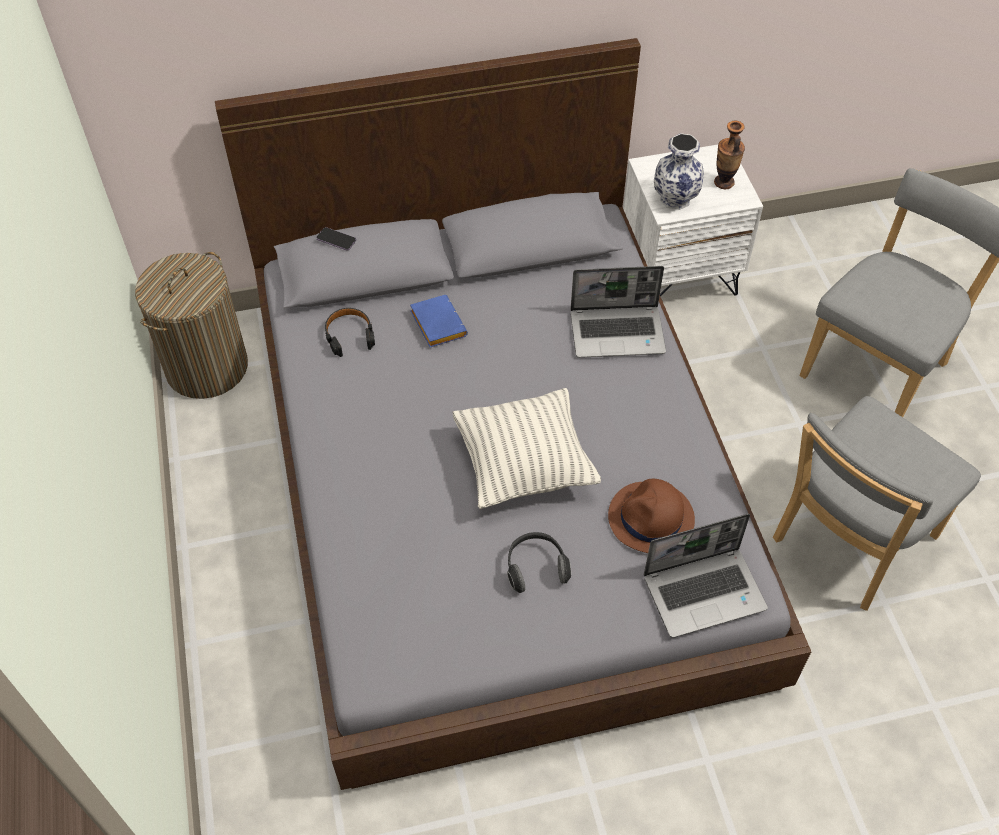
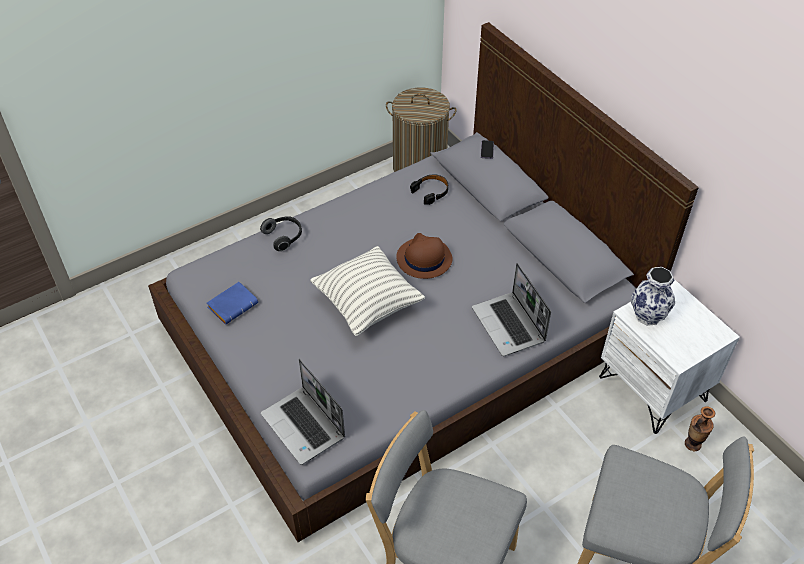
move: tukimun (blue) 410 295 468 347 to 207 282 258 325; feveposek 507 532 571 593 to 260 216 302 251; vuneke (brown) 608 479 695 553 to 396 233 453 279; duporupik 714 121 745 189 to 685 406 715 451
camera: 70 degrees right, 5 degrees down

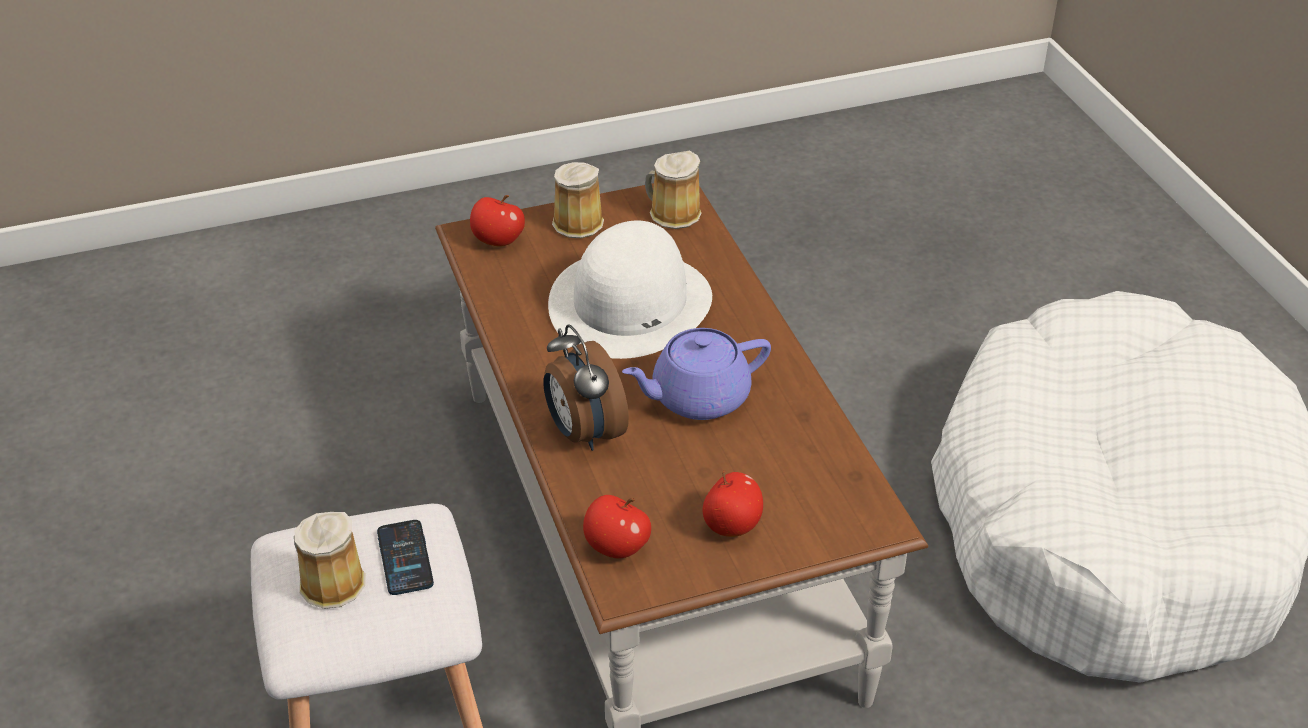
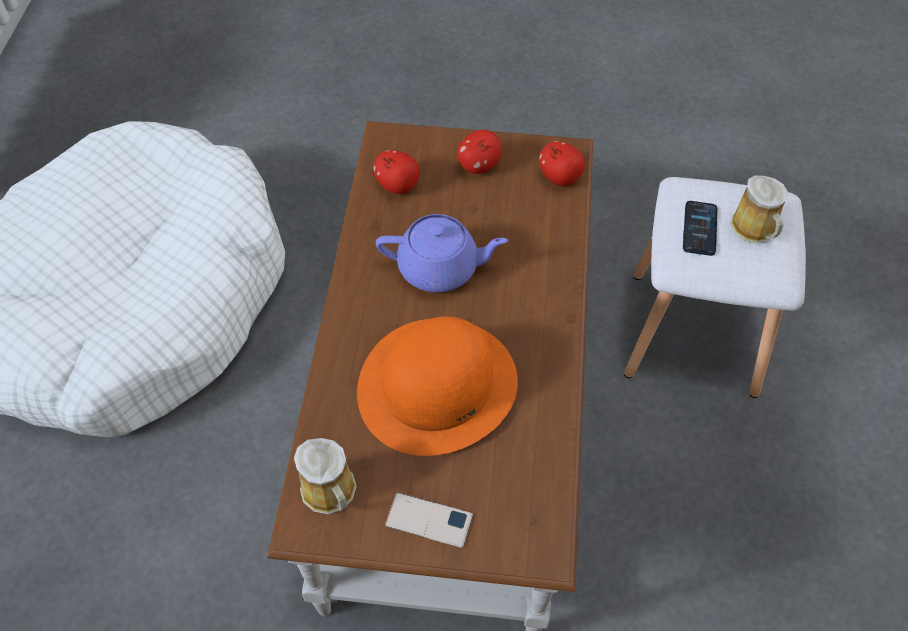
delete: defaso 543 324 629 451
move: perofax 470 195 525 247 to 373 150 420 194
replace: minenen 552 162 604 238 to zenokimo 385 493 473 548
recolor: vuneke (white) 548 221 712 359 to vuneke (orange) 357 316 518 456
camera: 155 degrees left, 15 degrees up

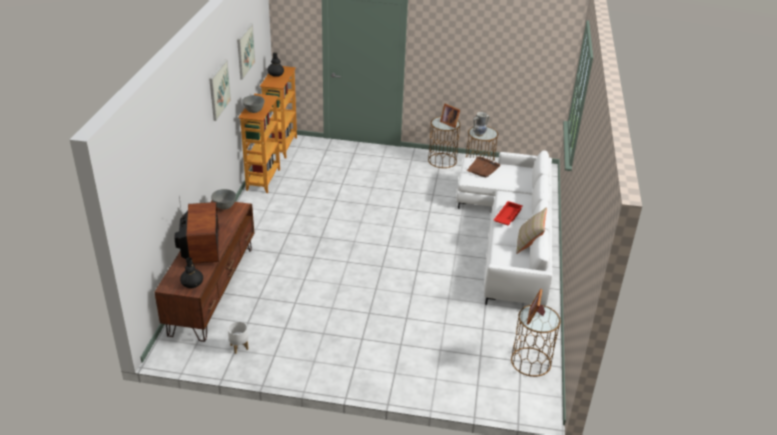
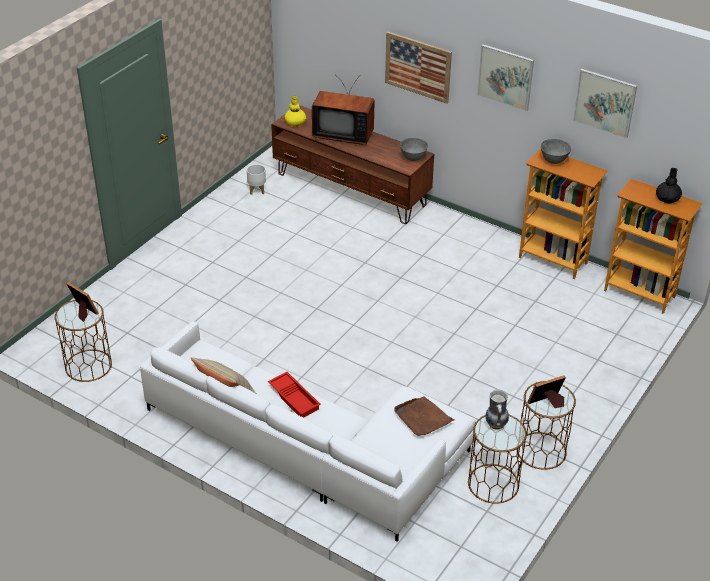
insert: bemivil 385 32 452 104
recolor: duporupik (black) 180 257 203 289 to duporupik (yellow) 284 96 306 127
camera: 115 degrees right, 5 degrees up

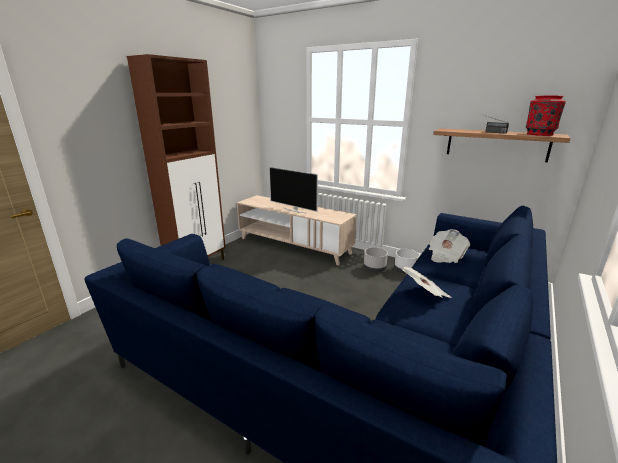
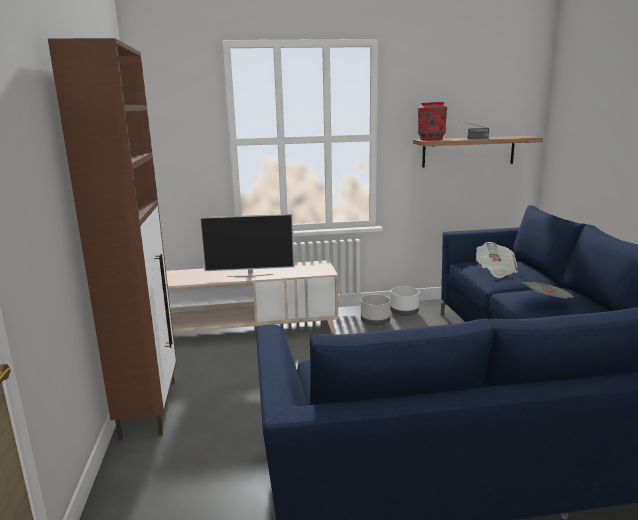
move: duporupik (red) 526 95 566 136 to 418 102 447 140
camera: 40 degrees left, 5 degrees down

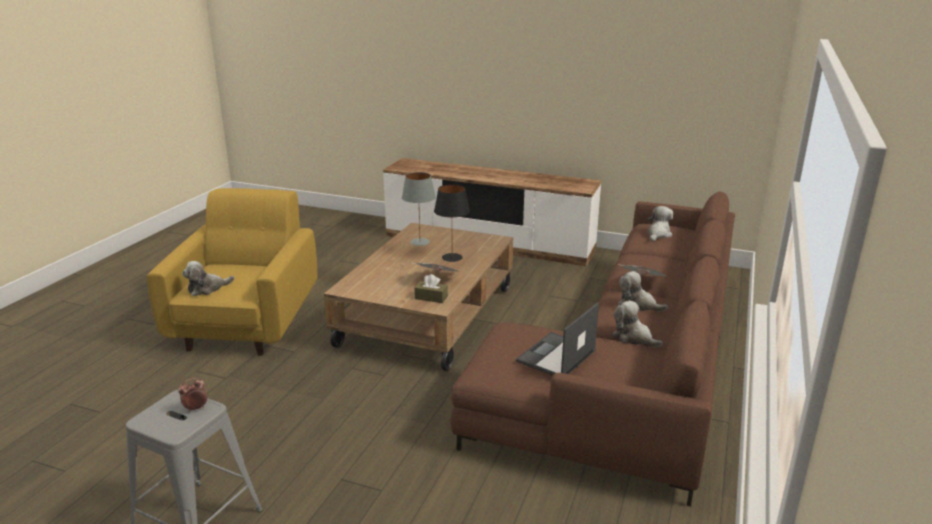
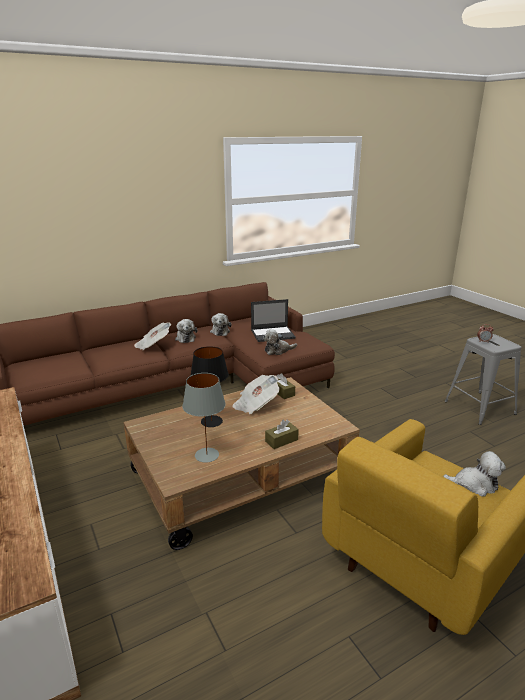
insert: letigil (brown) 265 420 299 449
move: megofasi 647 206 673 241 to 263 329 297 355
camera: 140 degrees left, 0 degrees up

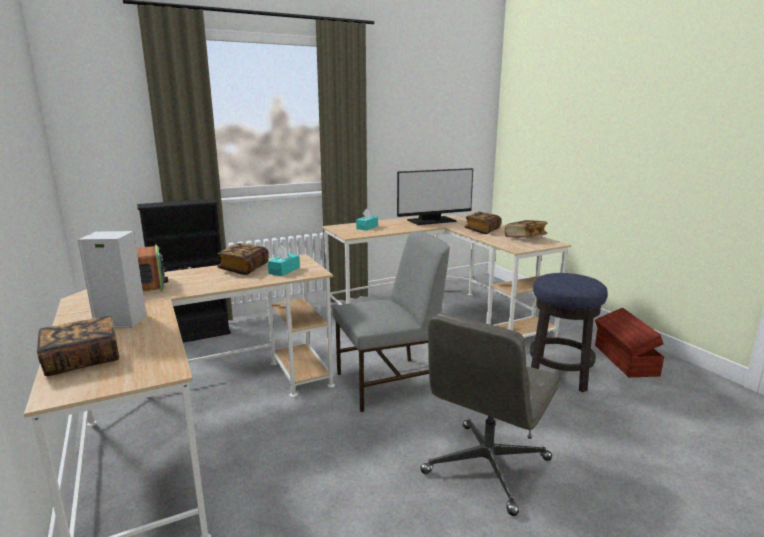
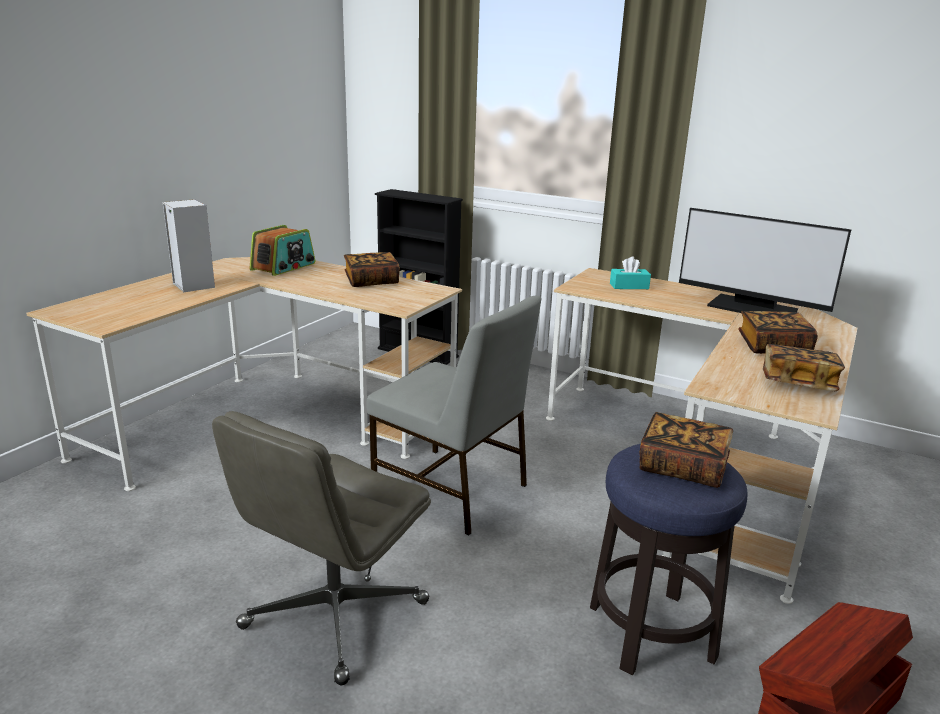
delete: letigil (turquoise) 268 245 300 276
move: tukimun 37 316 119 376 to 639 412 733 488
rotate: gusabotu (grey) 420 313 559 516 = 212 411 431 685 60 degrees counterclockwise
camera: 55 degrees right, 5 degrees up

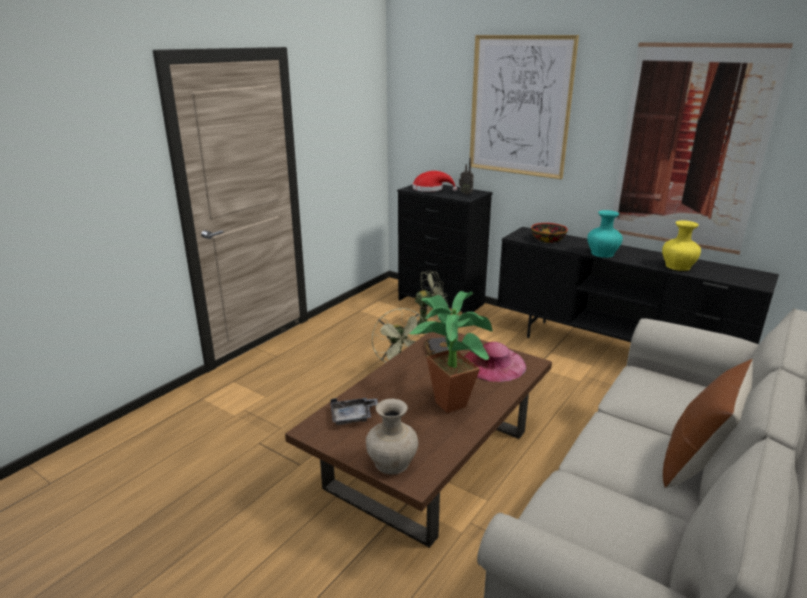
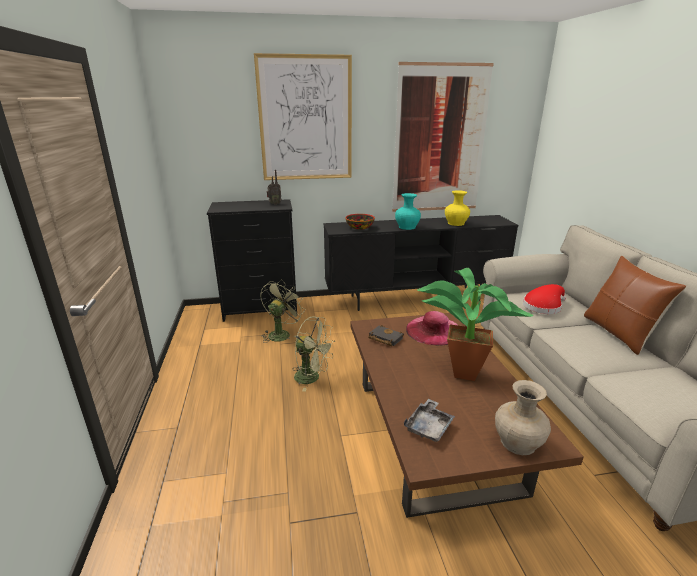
move: vuneke (red) 413 171 457 192 to 523 284 566 314
camera: 45 degrees left, 0 degrees up

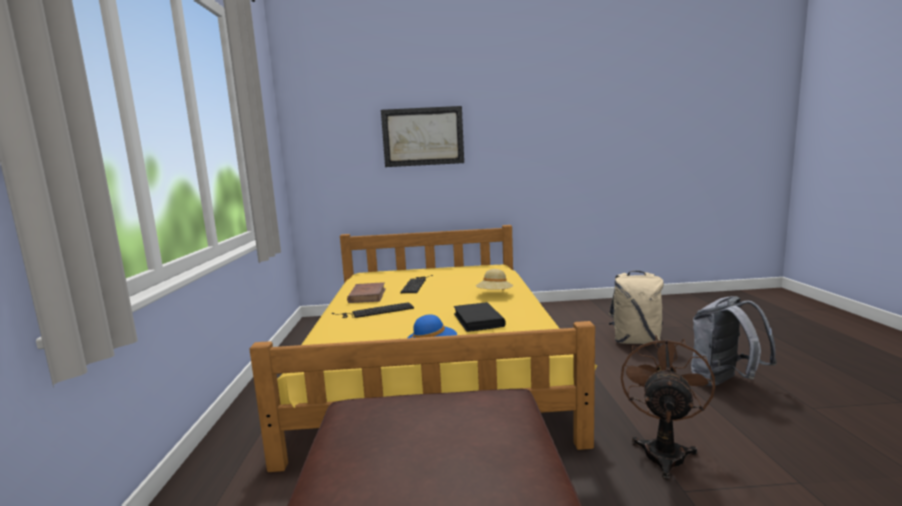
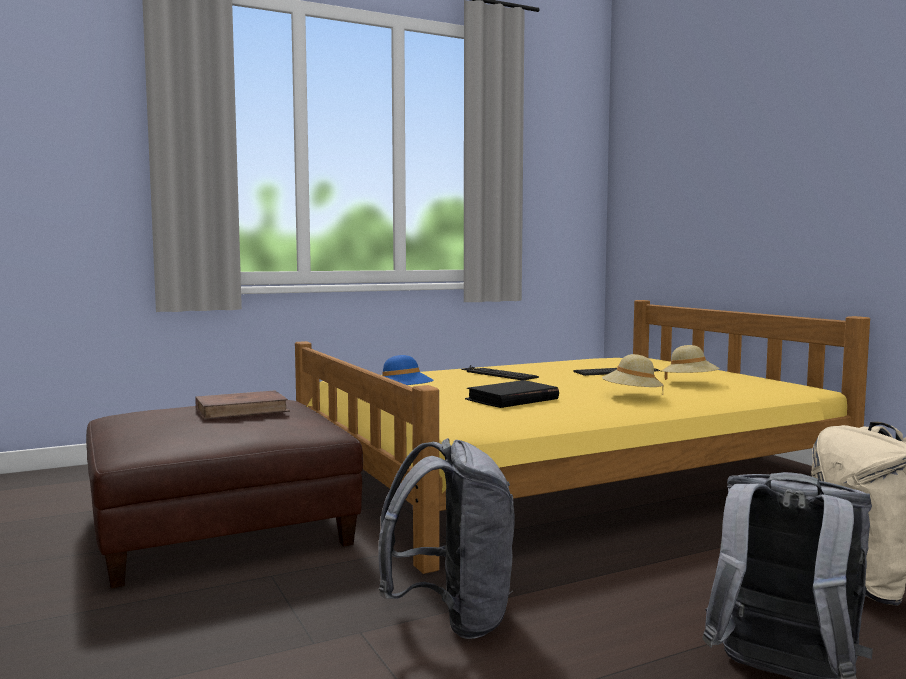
delete: bemivil 381 106 464 167
insert: vuneke (beige) 662 345 720 380
move: tukimun (brown) 347 283 386 303 to 195 390 290 420
replace: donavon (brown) 621 335 715 480 to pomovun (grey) 378 438 515 639
camera: 65 degrees right, 5 degrees down

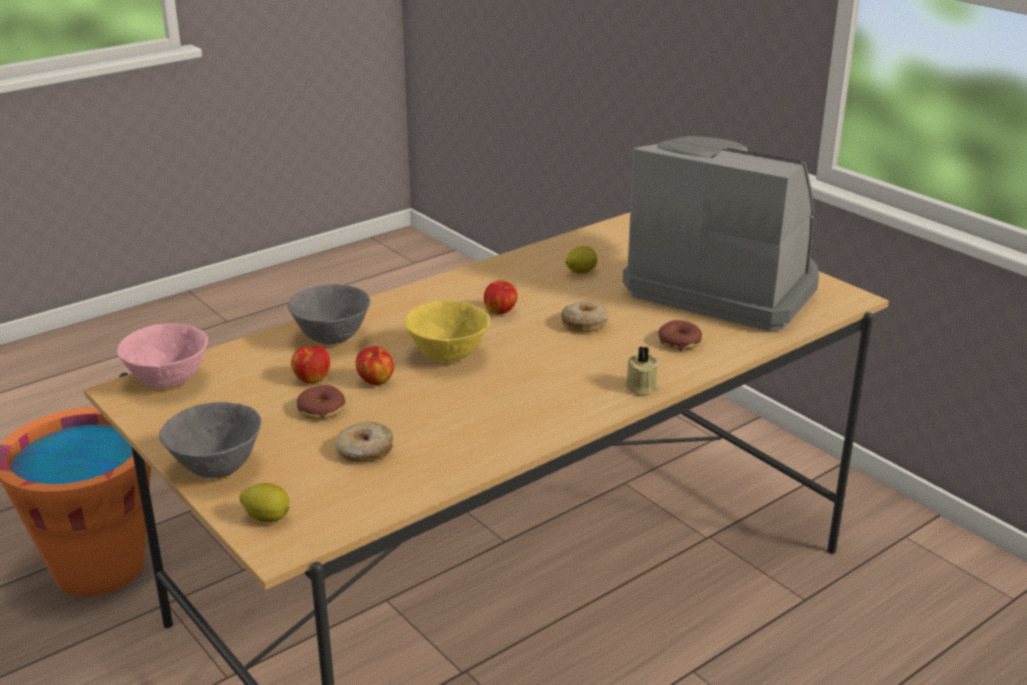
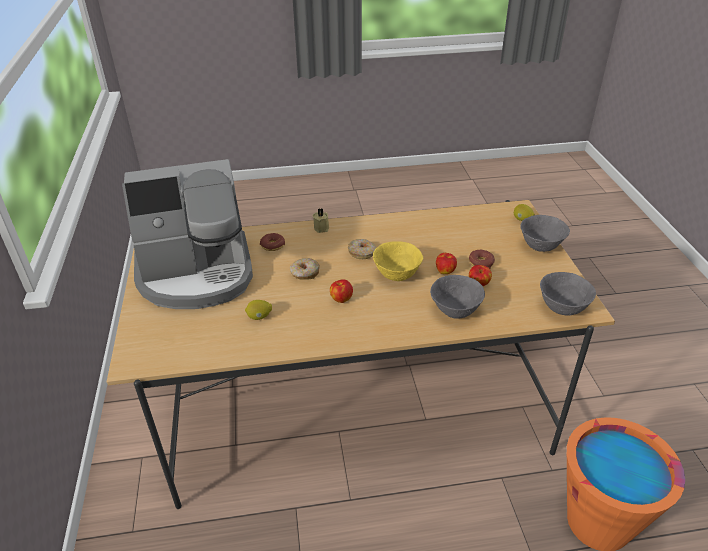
move: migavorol 335 421 393 462 to 348 239 376 259
recolor: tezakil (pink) 117 323 208 388 to tezakil (grey) 540 272 596 316
rotate: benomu 623 136 819 331 = 122 159 253 309 75 degrees counterclockwise
camera: 150 degrees left, 10 degrees up

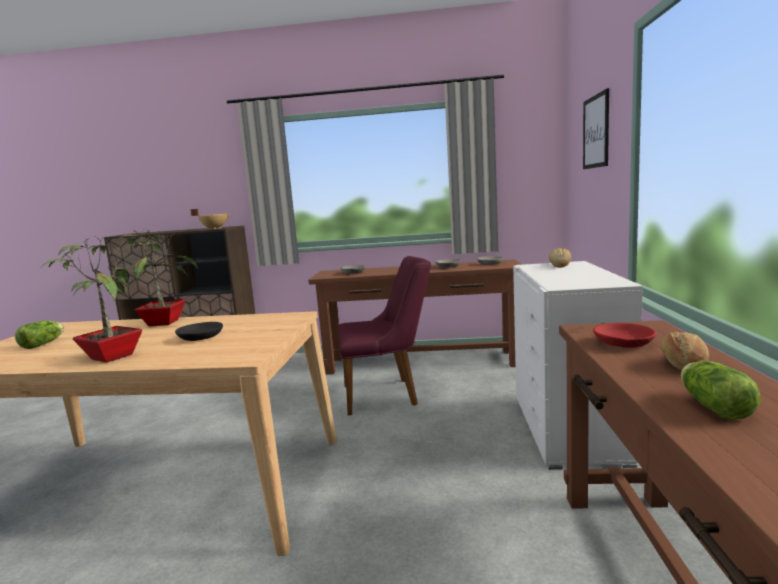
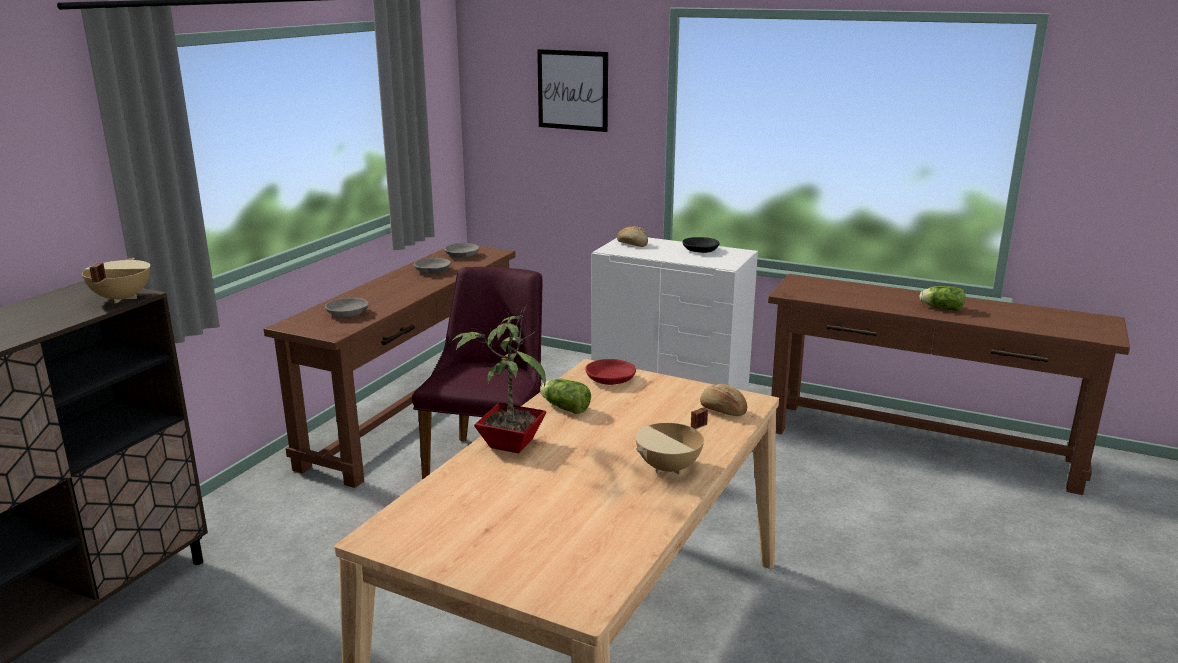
move: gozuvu 15 320 64 349 to 540 378 591 414; tezakil (black) 175 322 223 341 to 682 237 720 253; tezakil (red) 593 323 656 348 to 586 359 636 385; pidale 661 332 709 370 to 700 384 747 416
replace: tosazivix 42 237 143 363 to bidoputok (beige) 635 408 708 475
camera: 70 degrees left, 10 degrees up

